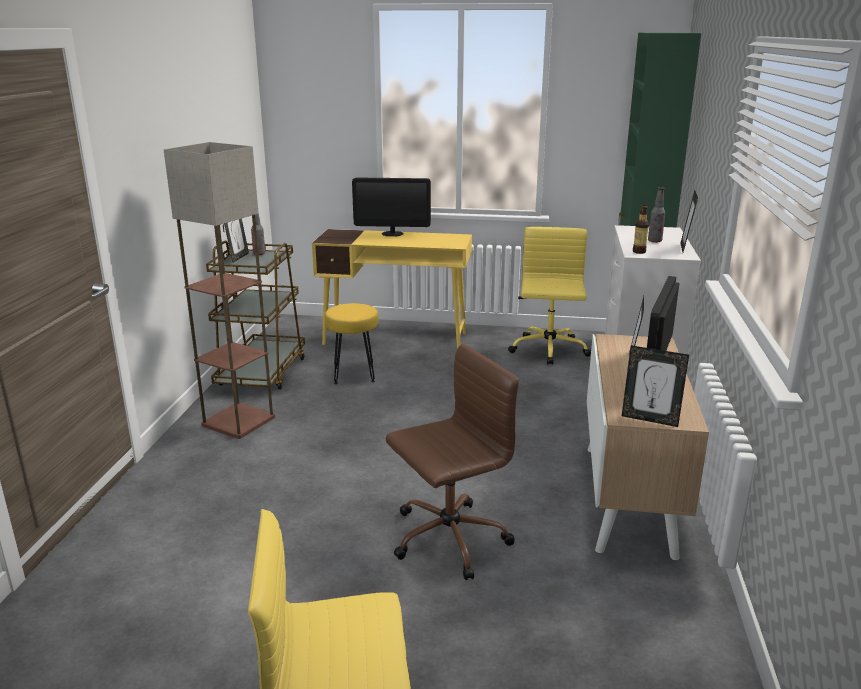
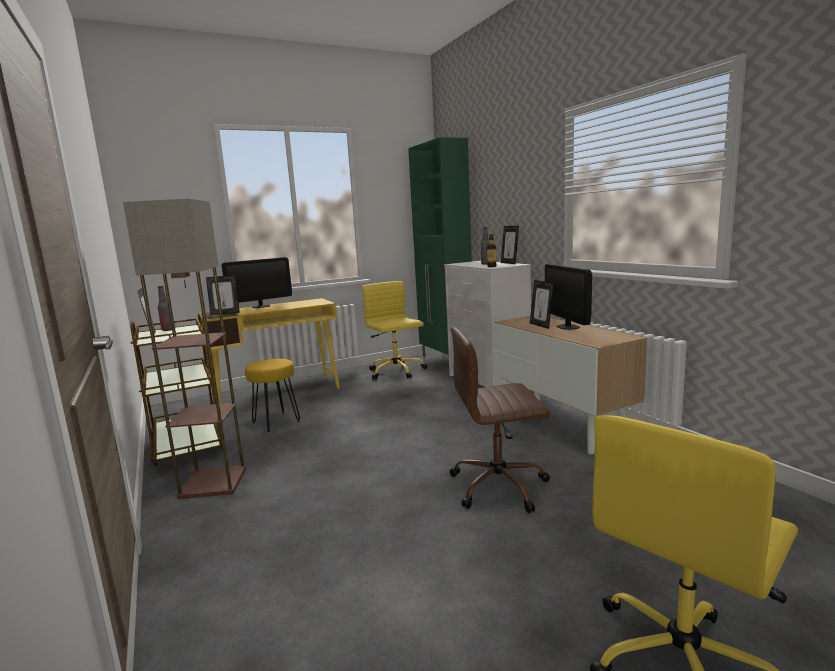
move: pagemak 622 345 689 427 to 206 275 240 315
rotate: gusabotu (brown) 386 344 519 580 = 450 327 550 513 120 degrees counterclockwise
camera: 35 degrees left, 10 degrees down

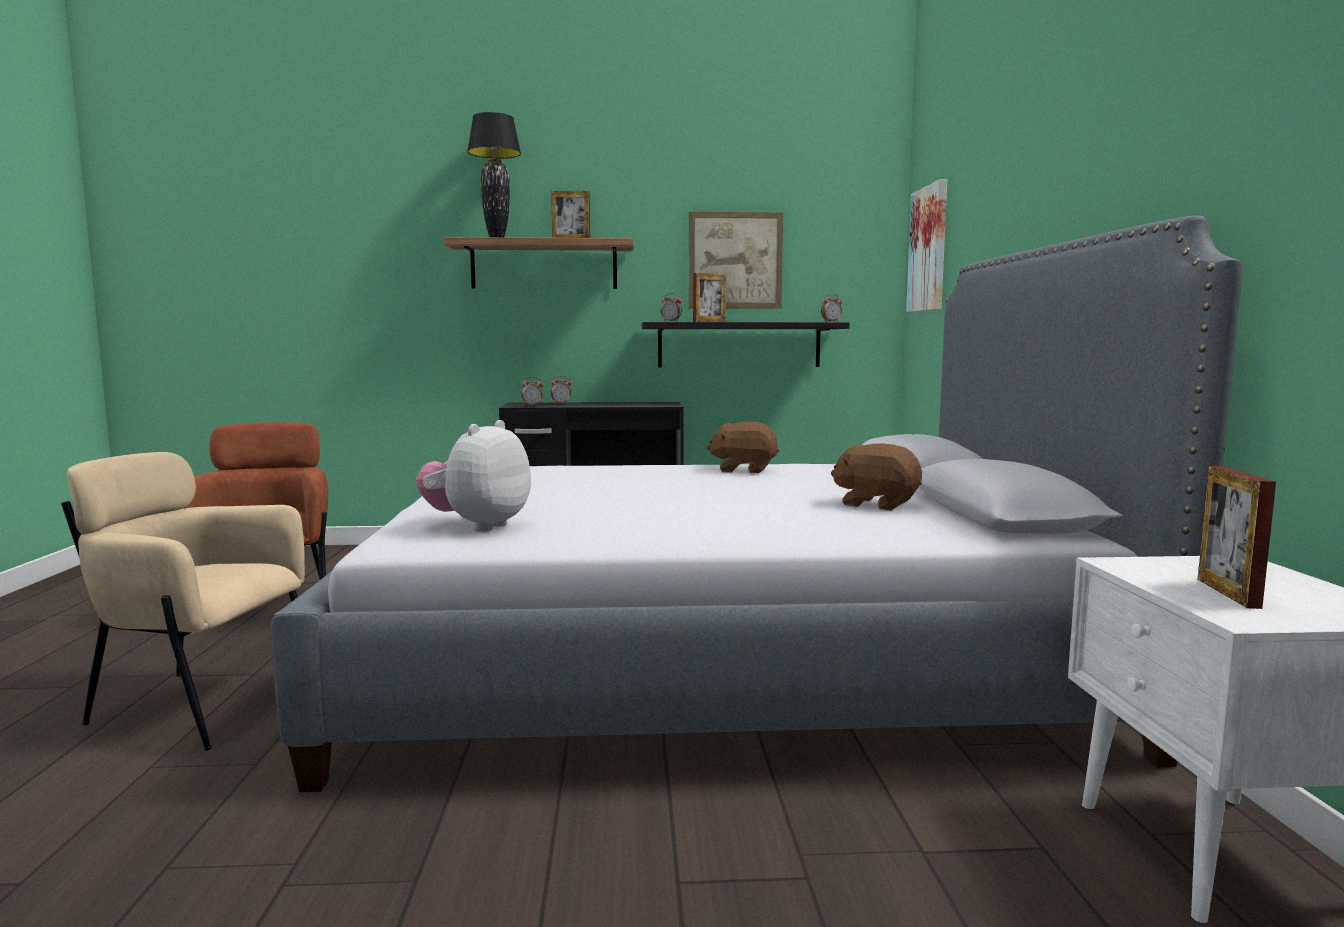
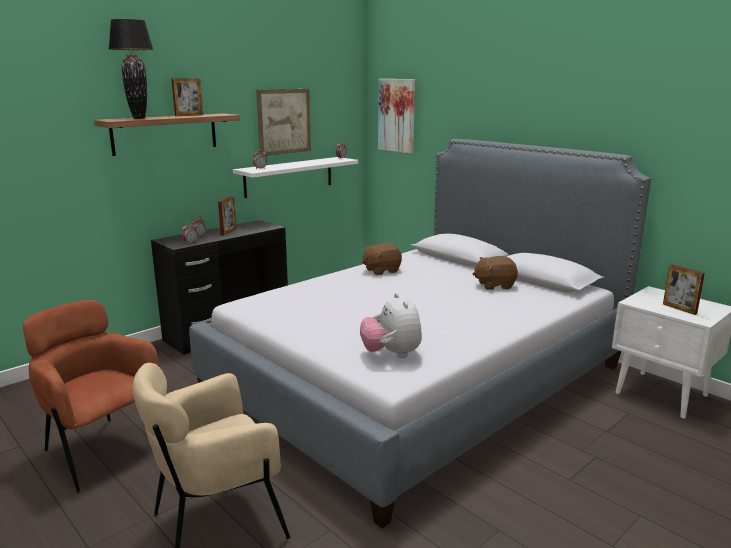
move: pagemak 693 273 726 322 to 218 197 236 235
recolor: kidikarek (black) 642 322 850 367 to kidikarek (white) 233 157 358 198
camera: 40 degrees left, 10 degrees up

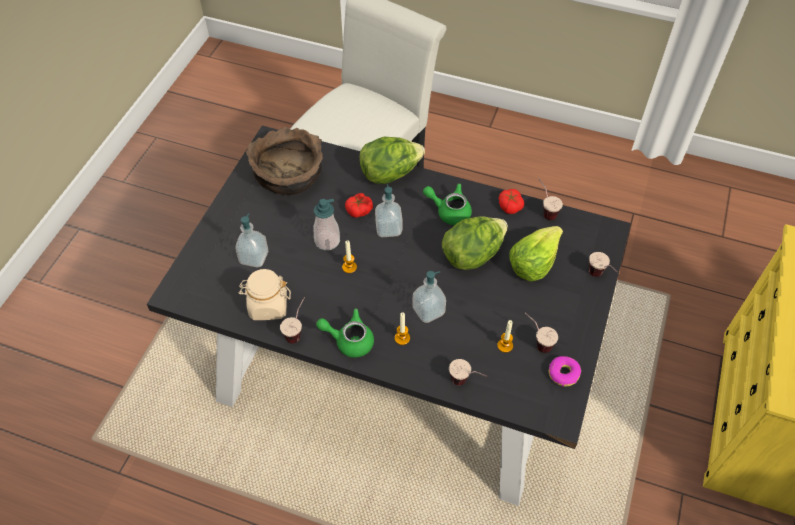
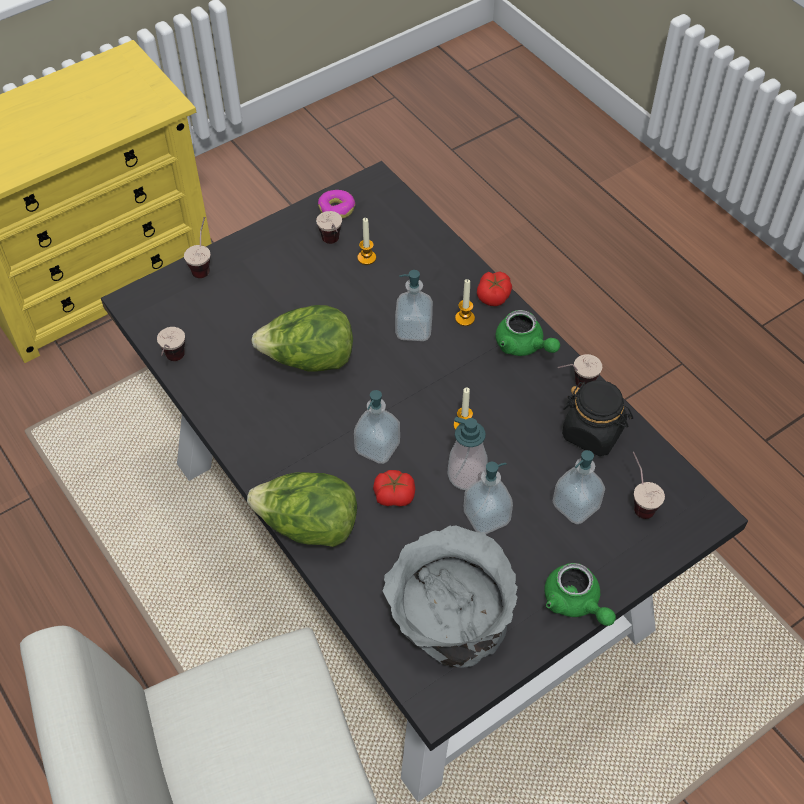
delete: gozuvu 509 226 563 282
insert: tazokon 464 462 513 534
move: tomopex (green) 423 183 472 225 to 544 563 616 626; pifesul 449 359 488 386 to 633 452 665 519; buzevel 499 189 524 214 to 477 271 512 306
recolor: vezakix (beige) 239 269 291 320 to vezakix (black) 562 380 633 456; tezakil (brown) 246 127 323 195 to tezakil (grey) 383 525 518 668
camera: 145 degrees left, 0 degrees up

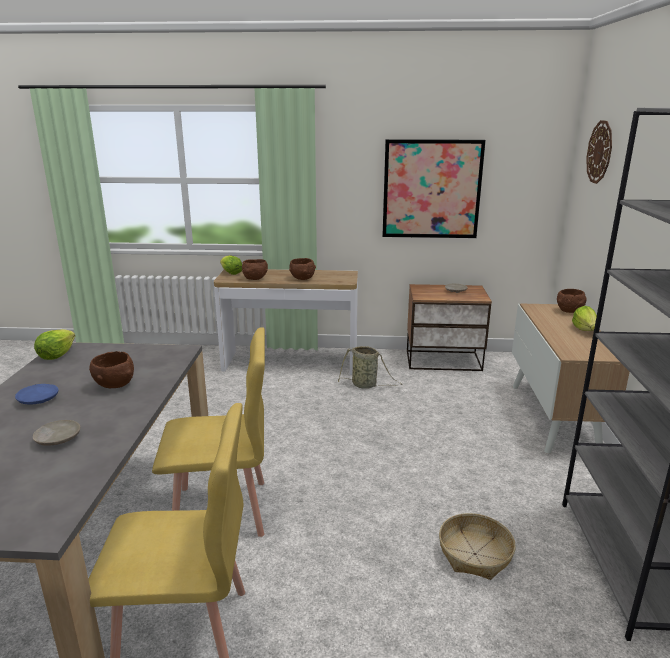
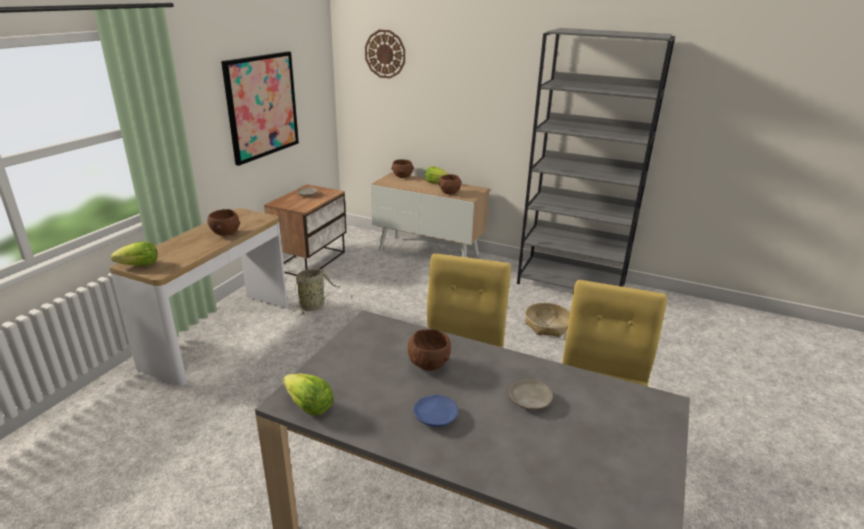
move: tezakil (brown) 242 259 268 280 to 439 174 461 194
camera: 70 degrees left, 5 degrees up

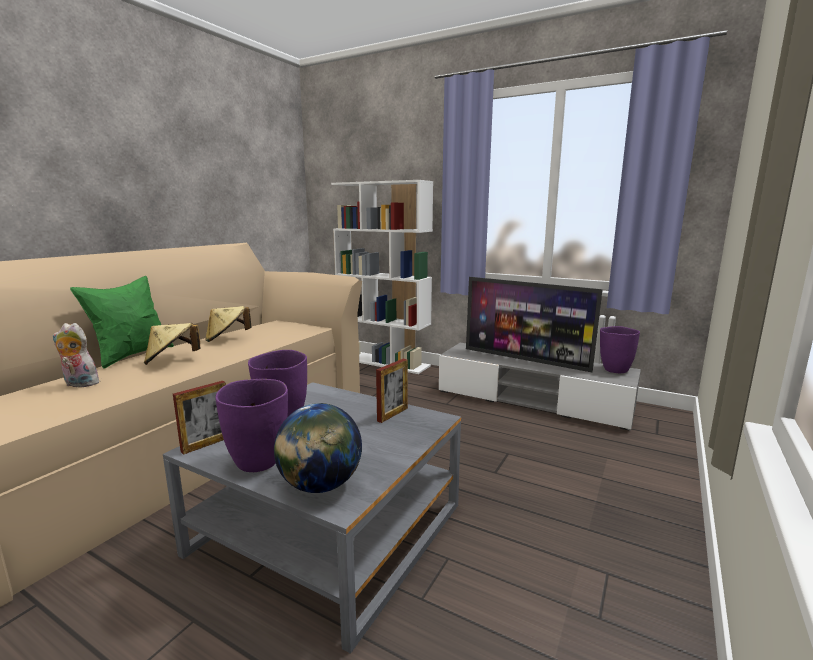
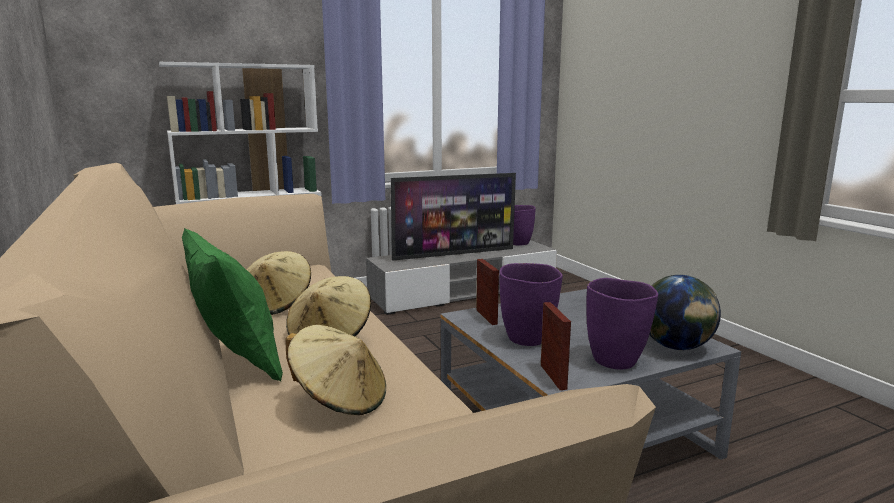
move: pagemak 376 359 408 423 to 476 259 499 325
replace: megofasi 53 323 102 387 to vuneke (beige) 285 325 386 415
camera: 55 degrees left, 0 degrees up

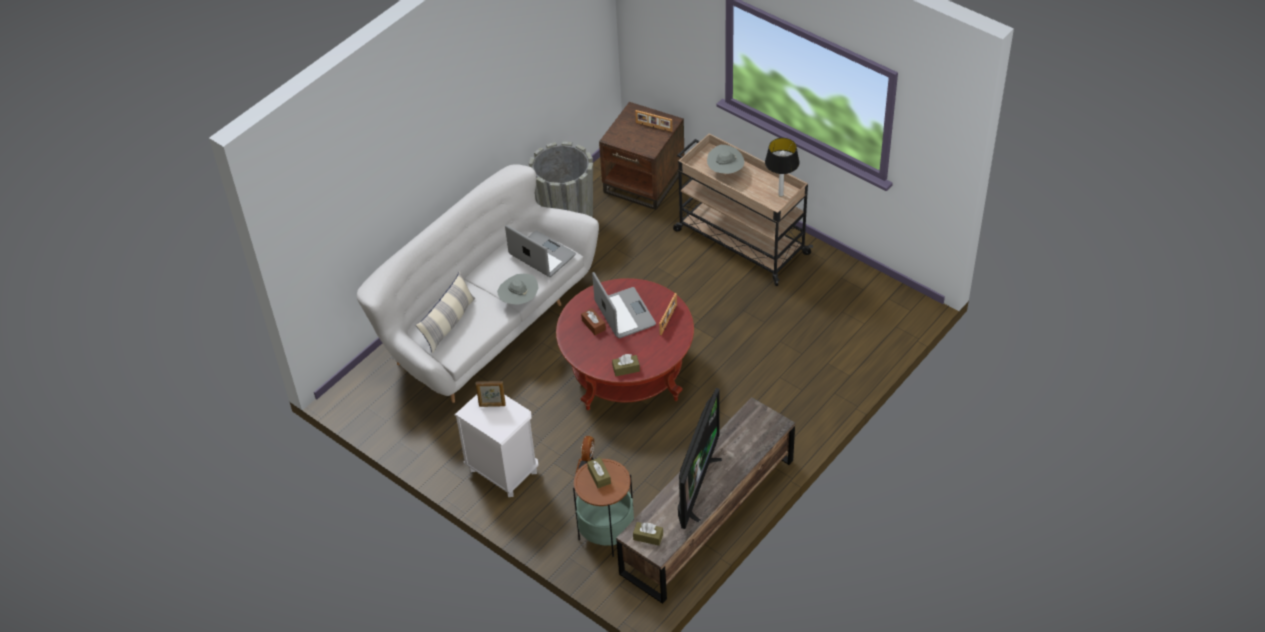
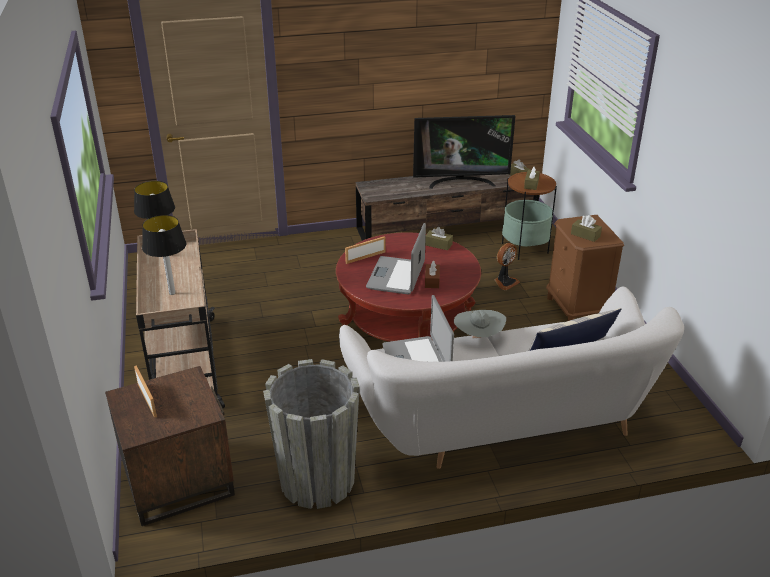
replace: pagemak 476 381 506 407 to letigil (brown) 571 215 602 242; vuneke (grey) 707 145 744 175 to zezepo 142 215 186 295
recolor: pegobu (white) 455 394 539 497 to pegobu (brown) 546 215 624 321
rotate: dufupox 678 388 722 529 = 413 115 515 189 150 degrees counterclockwise
camera: 145 degrees left, 15 degrees down

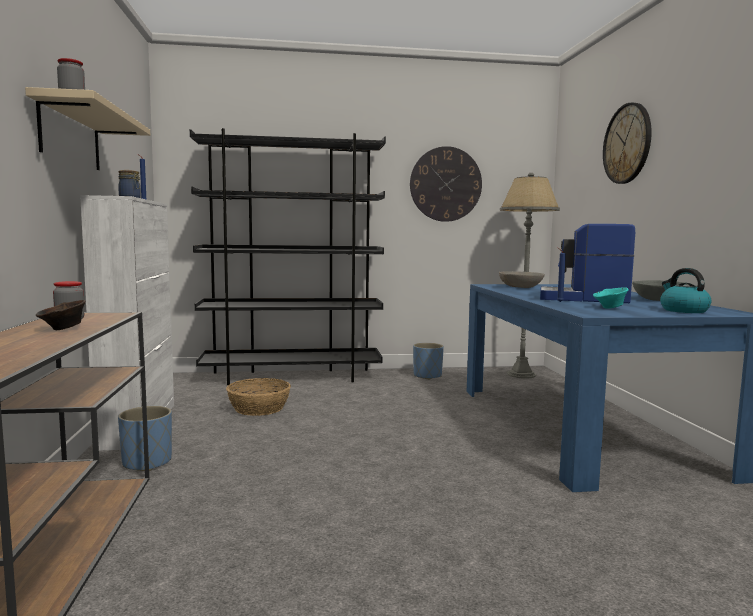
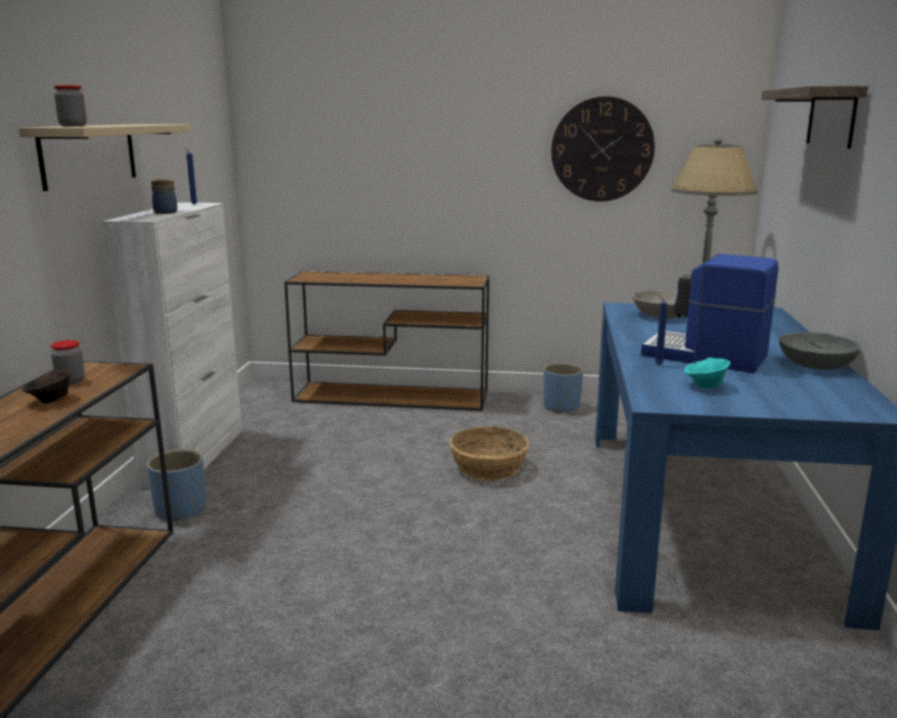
delete: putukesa 660 268 712 313
move: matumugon 226 378 291 416 to 450 426 529 481
replace: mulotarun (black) 190 128 386 385 to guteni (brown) 284 271 489 411; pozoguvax 603 103 652 184 to kidikarek 761 86 868 149
camera: 15 degrees right, 10 degrees up

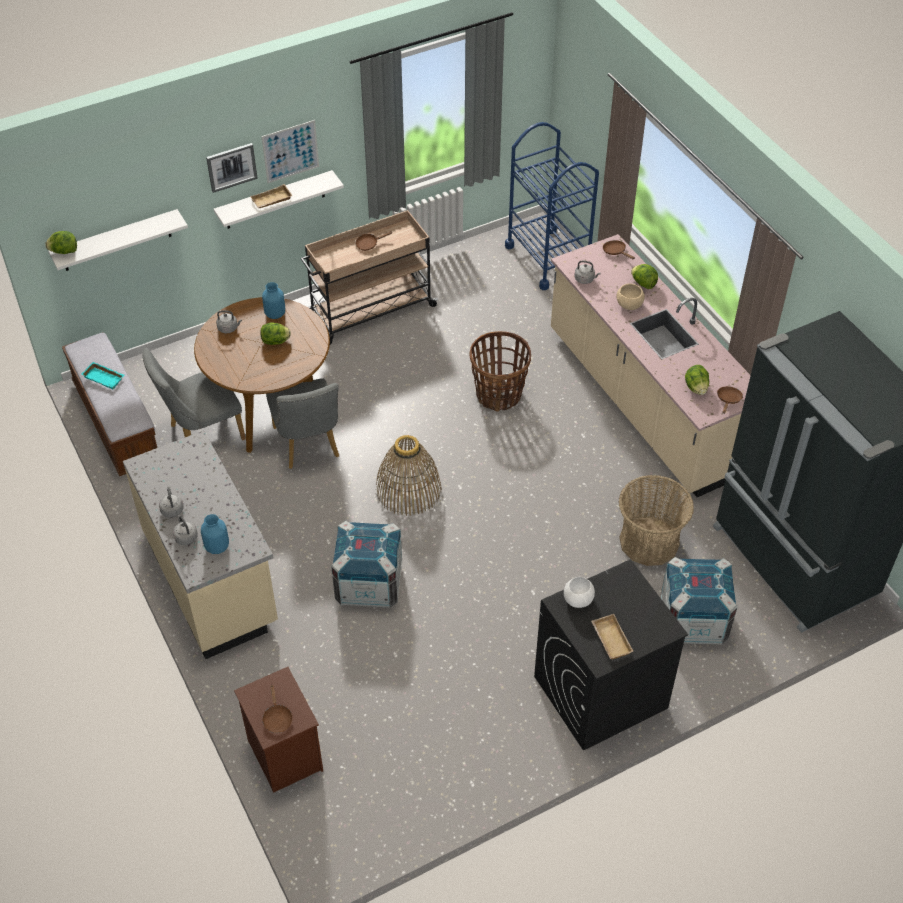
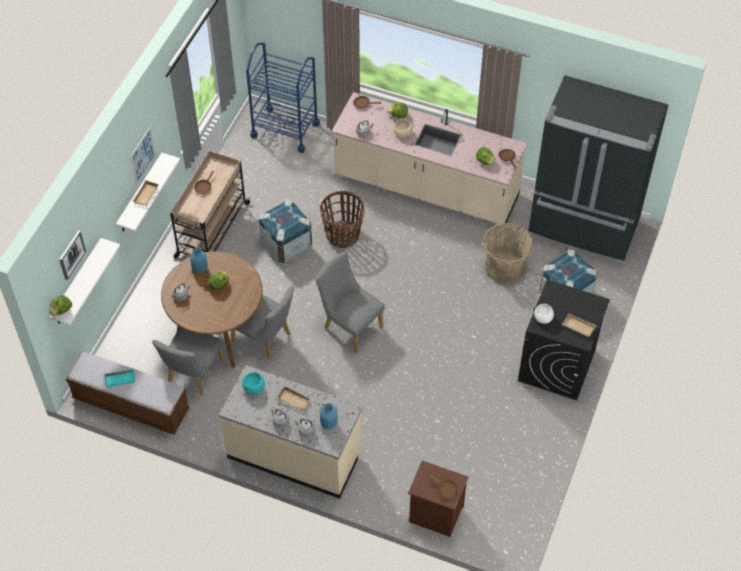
insert: tezakil (turquoise) 242 372 265 394; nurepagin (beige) 277 385 311 411
move: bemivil 206 143 258 193 to 59 230 86 280; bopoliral 331 521 402 608 to 259 200 312 263
replace: matumugon 376 435 442 516 to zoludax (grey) 315 252 385 353
camera: 40 degrees left, 5 degrees up

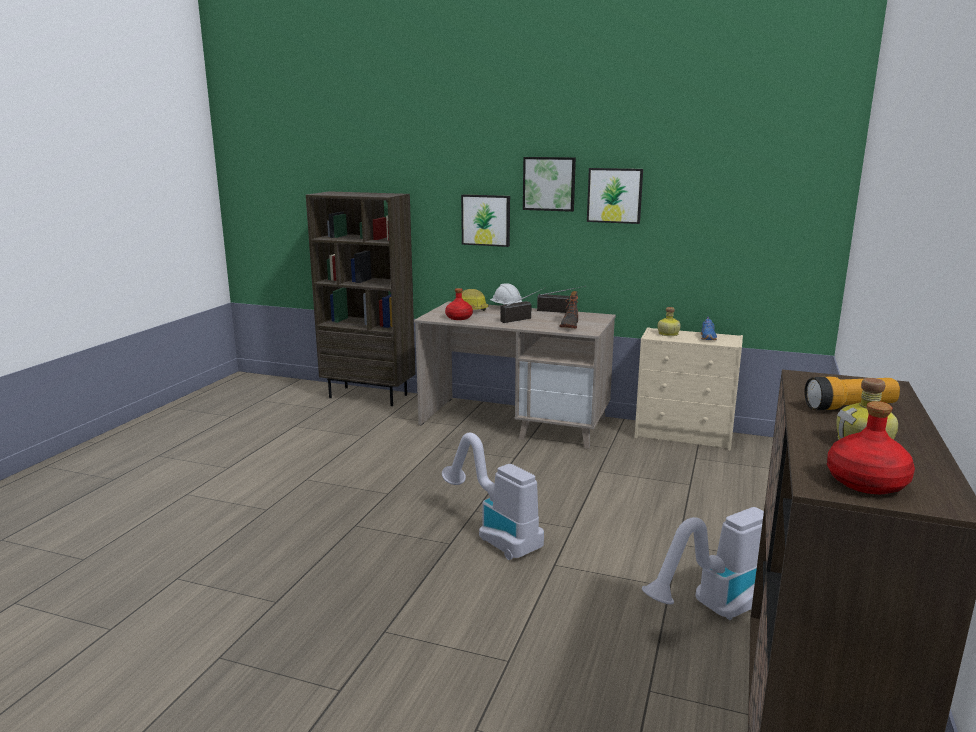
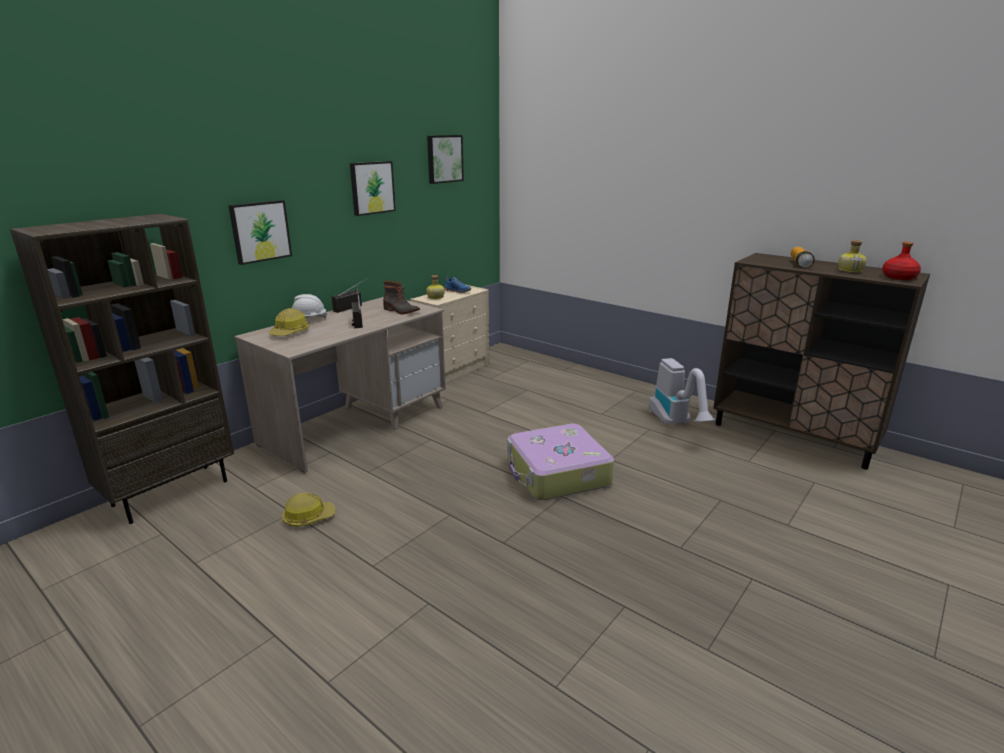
delete: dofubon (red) 445 288 473 320
insert: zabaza 282 493 335 527
move: bemivil 523 157 576 212 to 427 135 464 184
replace: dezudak 442 433 544 560 to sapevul 507 424 614 500
camera: 70 degrees left, 5 degrees up

